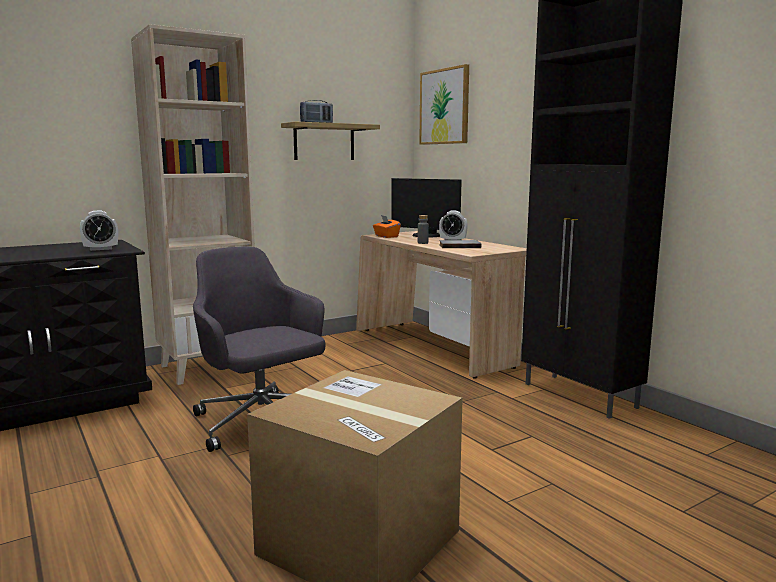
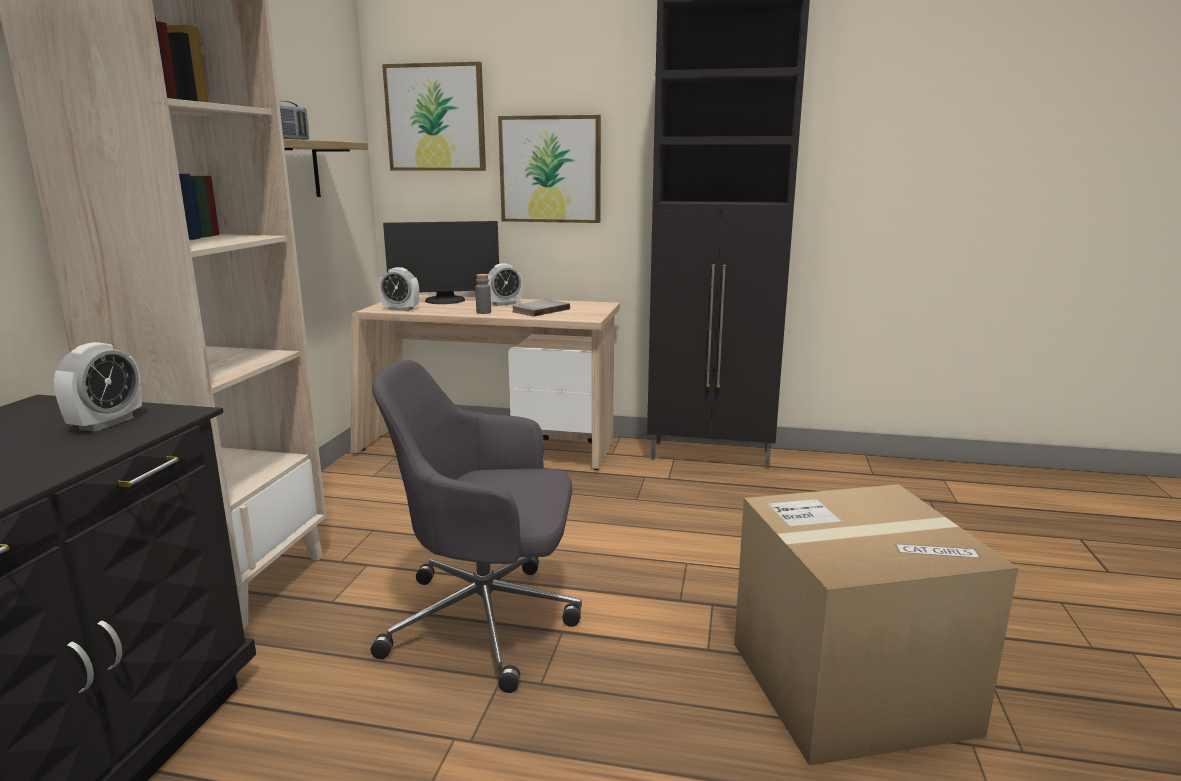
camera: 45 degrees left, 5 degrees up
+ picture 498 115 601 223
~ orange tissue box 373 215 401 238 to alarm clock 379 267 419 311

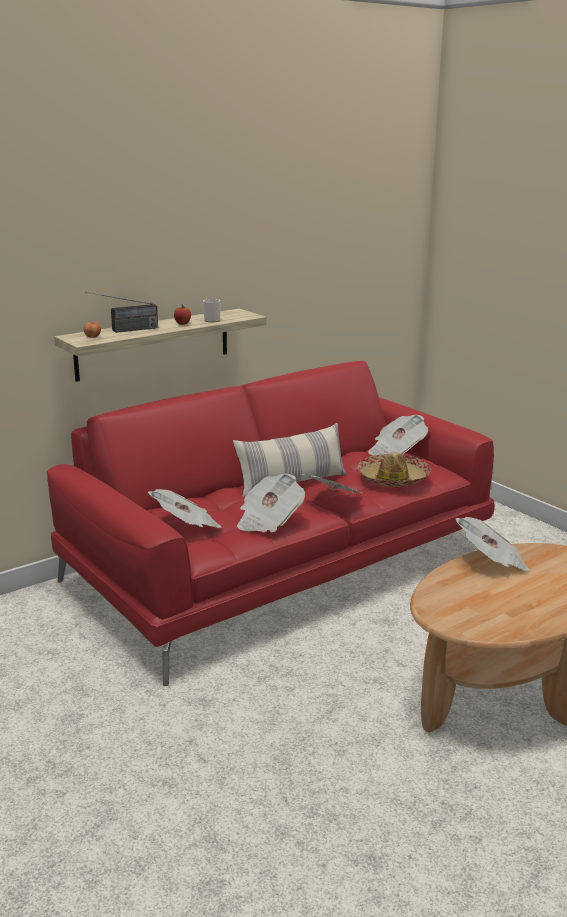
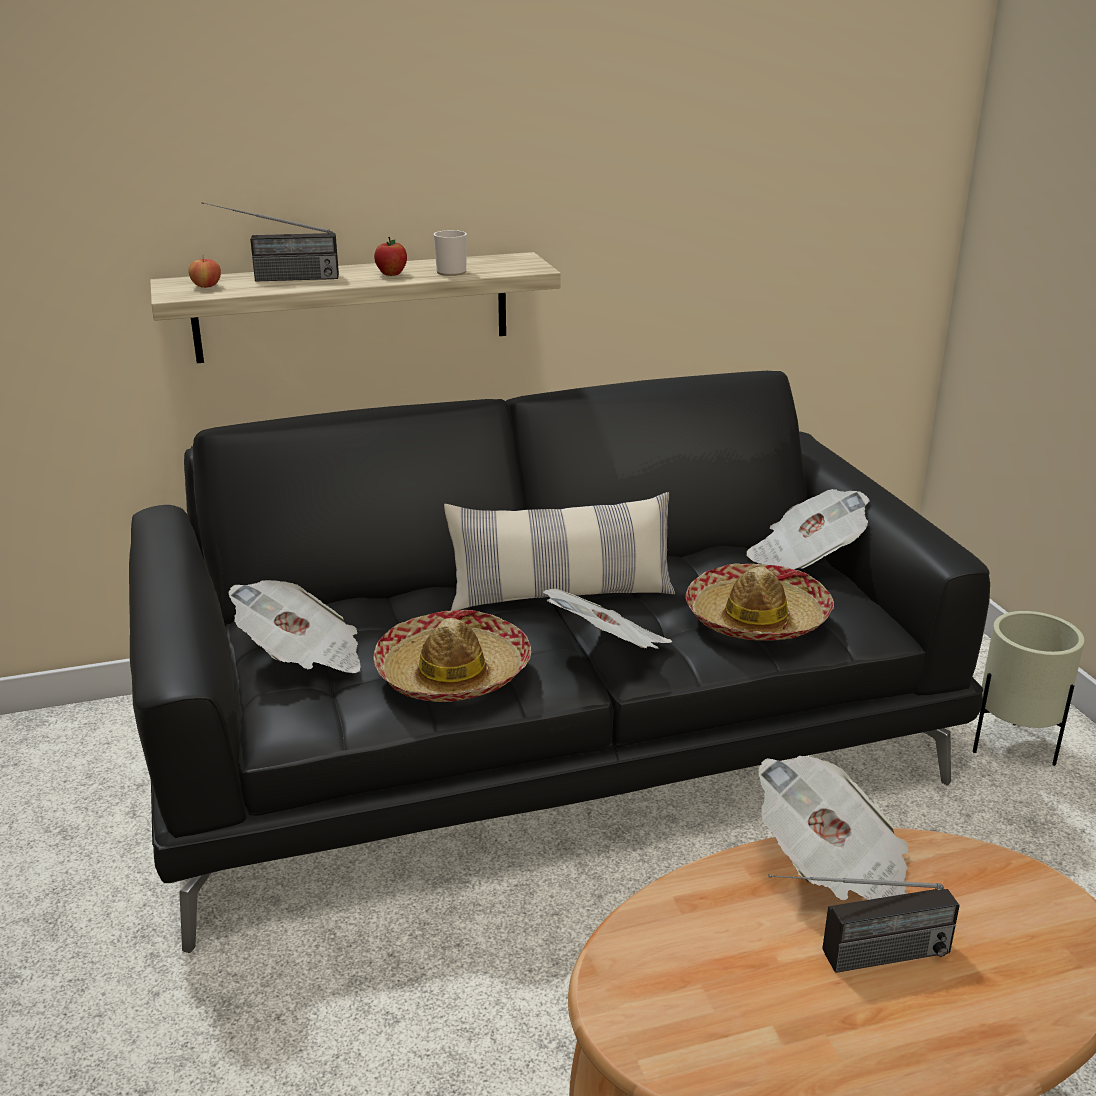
camera: 20 degrees right, 5 degrees up
+ radio 768 874 960 973
+ beige planter 973 611 1084 766
~ newspaper 237 473 305 532 to hat 374 610 531 702
~ red sofa 47 361 495 686 to black sofa 129 371 990 953

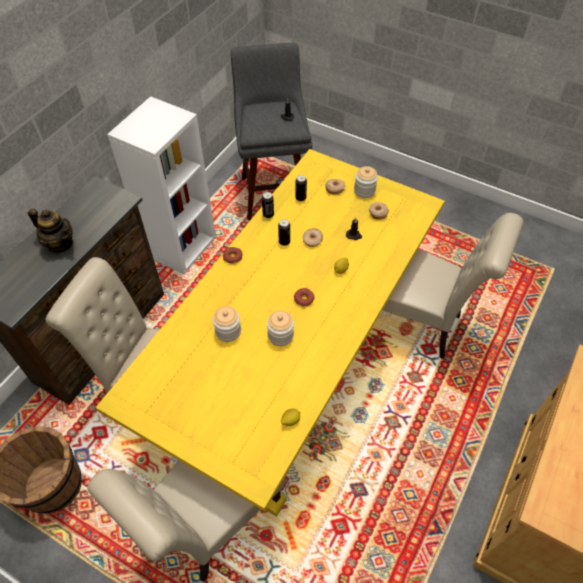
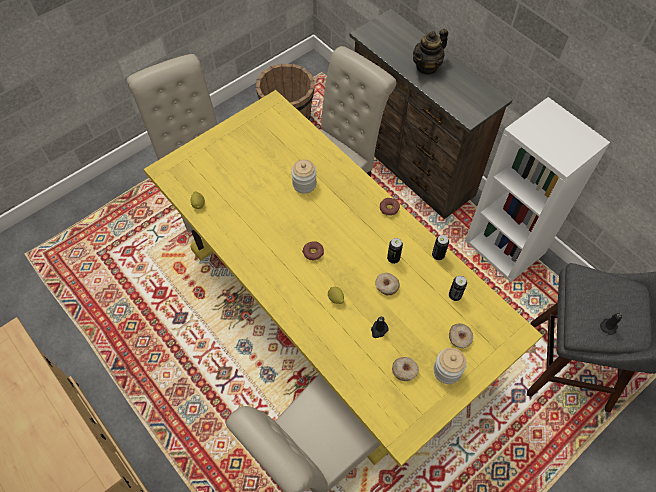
camera: 110 degrees right, 5 degrees up
- jar 267 310 294 346

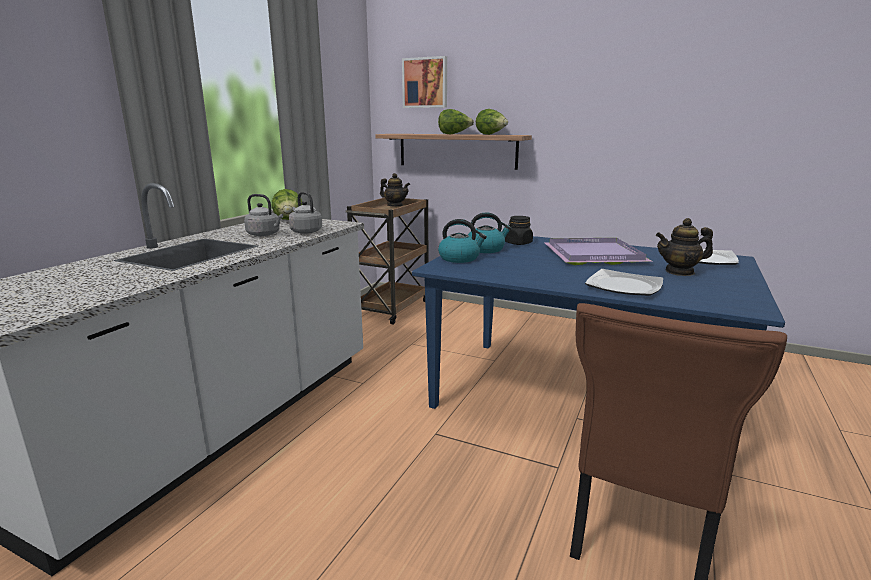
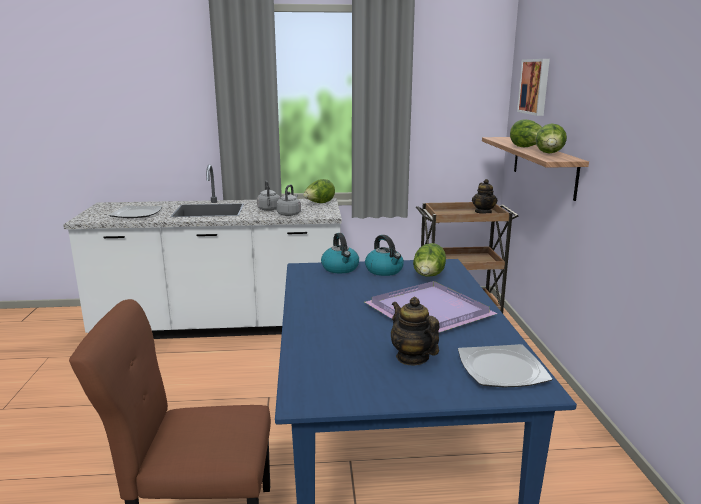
camera: 60 degrees right, 0 degrees up
~ plate 585 269 663 296 to 109 205 163 218
~ black jar 505 216 533 245 to lettuce 413 243 446 277

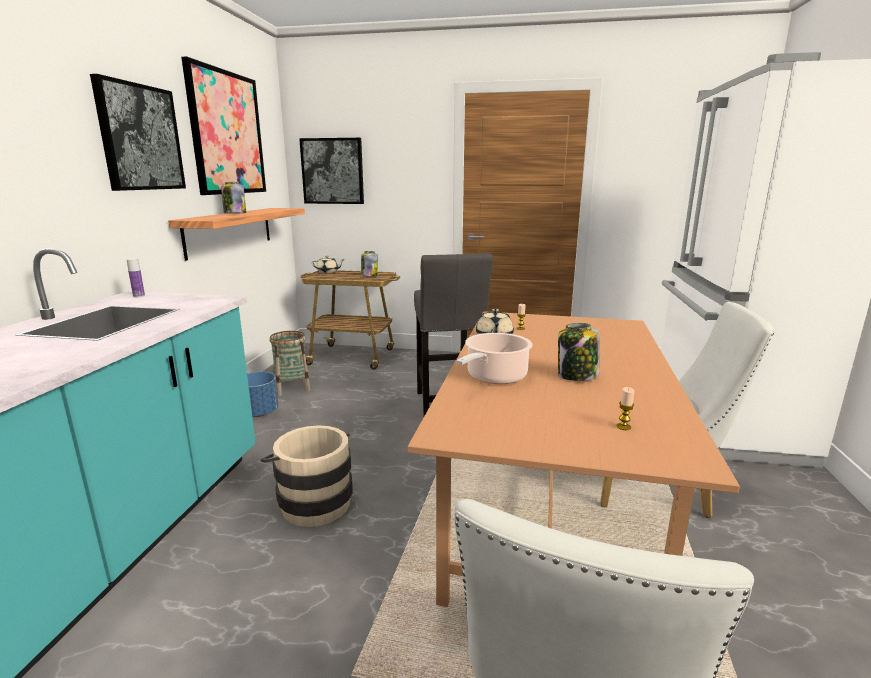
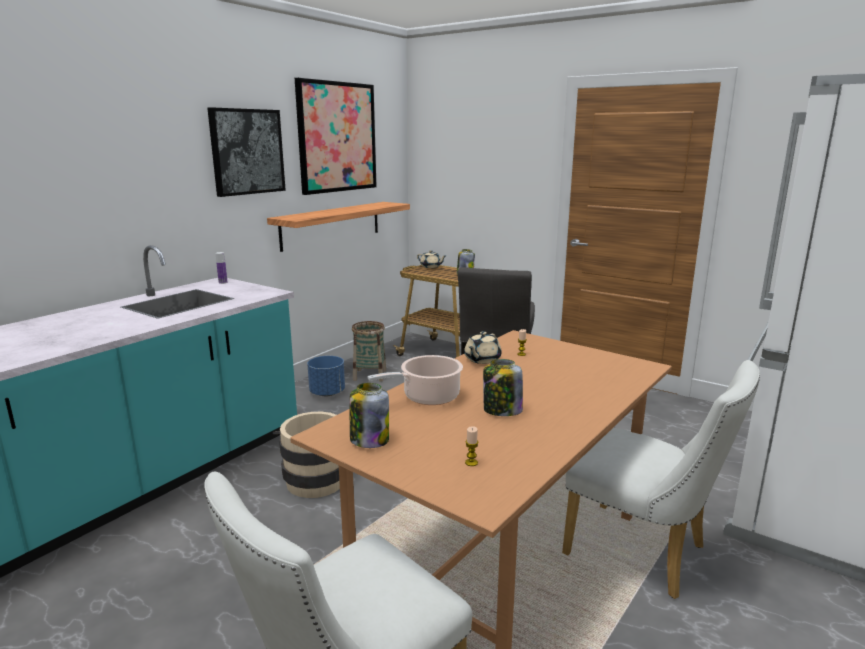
camera: 25 degrees right, 0 degrees up
- picture 299 138 364 204
~ jar 221 182 246 214 to 350 383 389 448

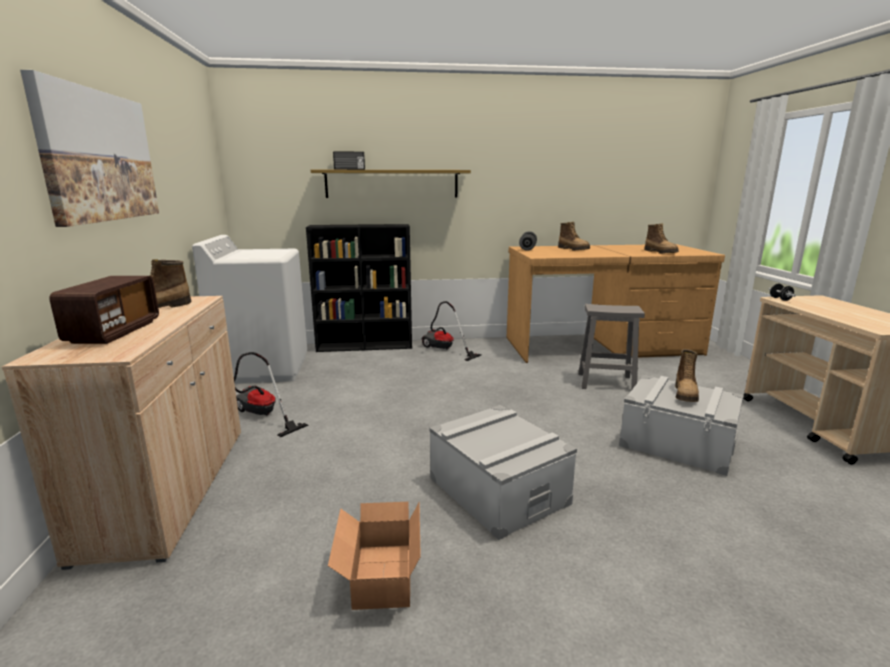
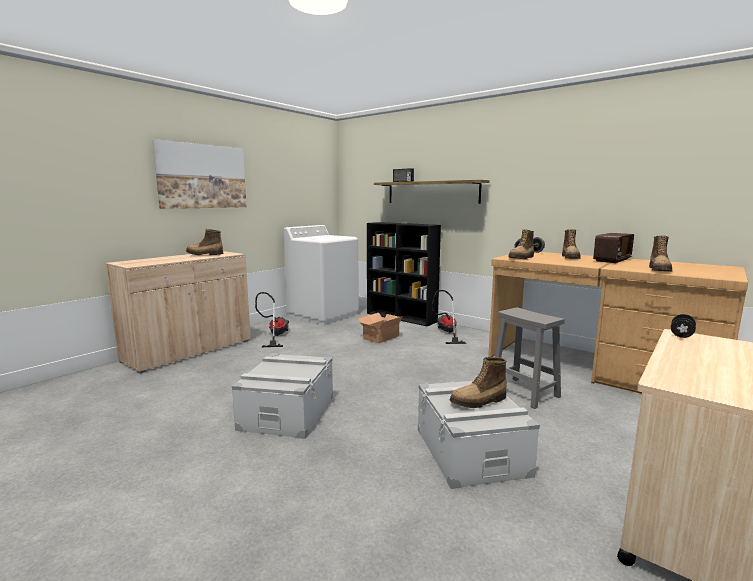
camera: 45 degrees right, 5 degrees down
+ boot 508 229 534 259
~ radio 49 276 159 344 to 593 233 634 263
~ cardboard box 328 502 421 610 to 358 313 402 343

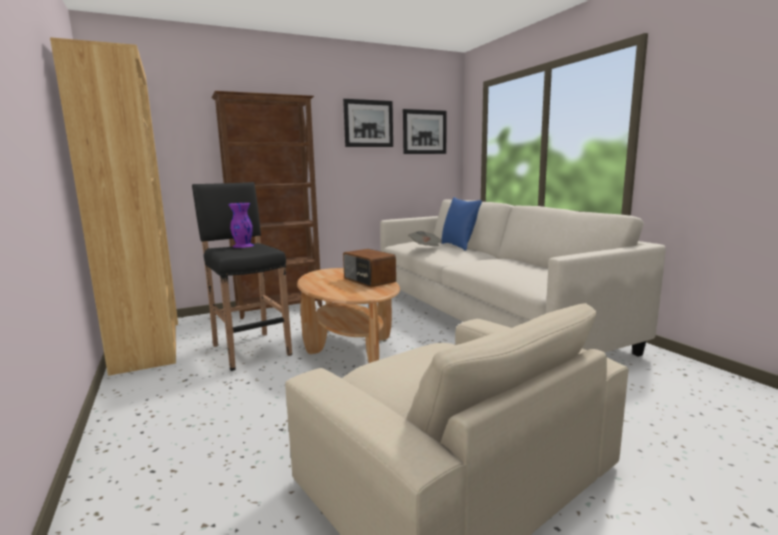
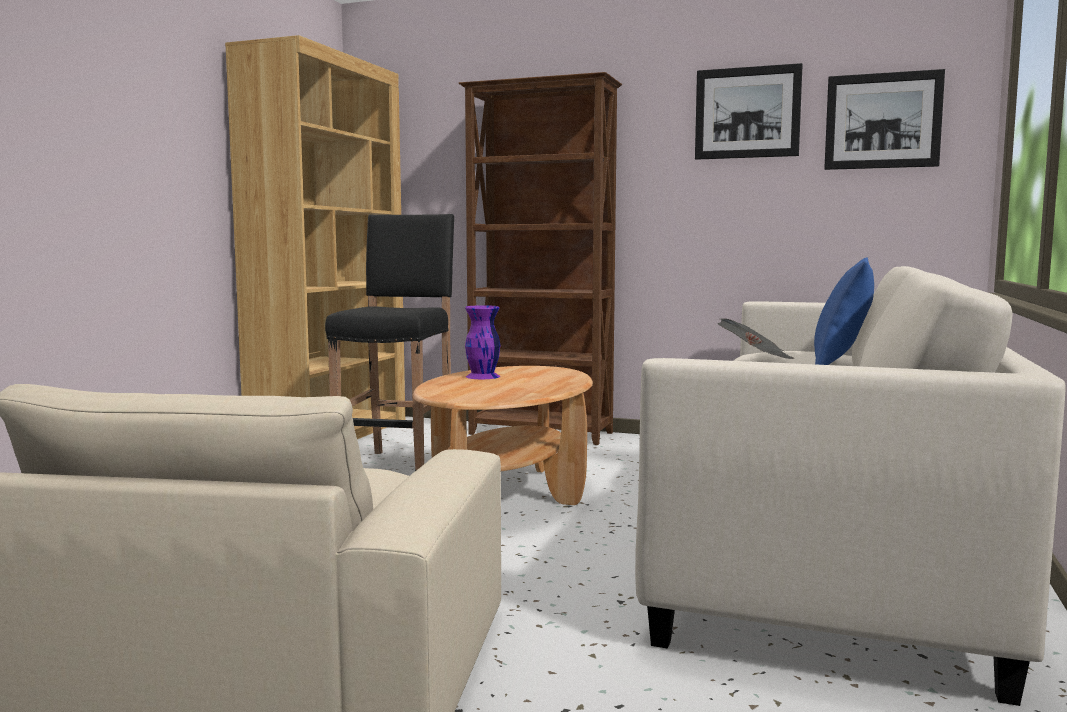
camera: 45 degrees right, 5 degrees down
- radio 343 249 396 287
~ purple vase 228 203 254 248 to 465 305 500 379

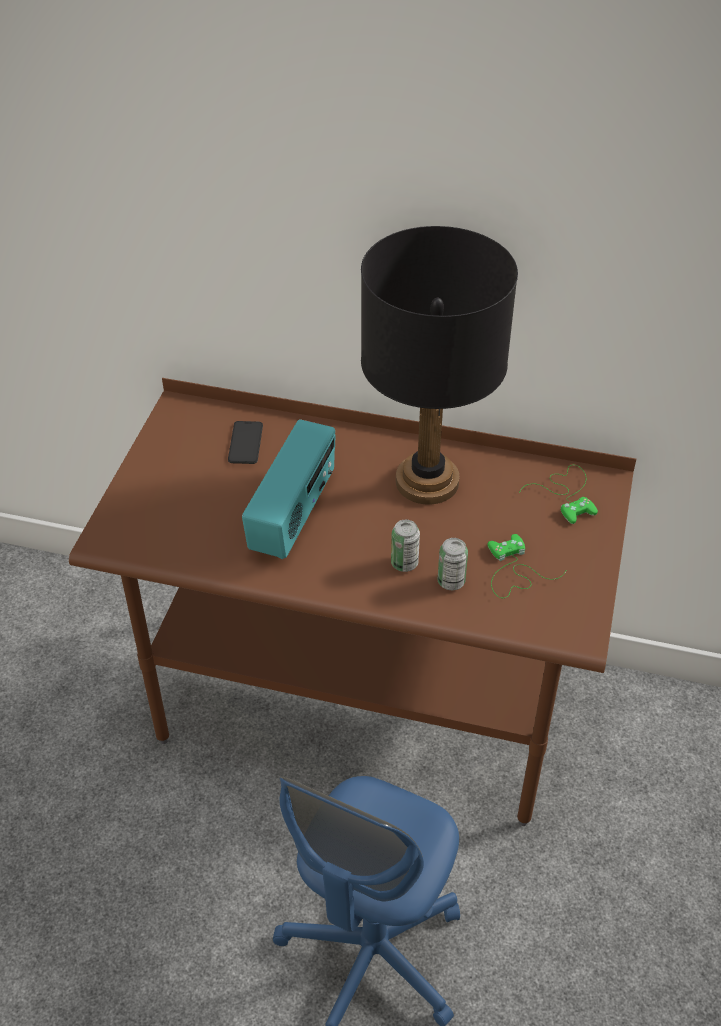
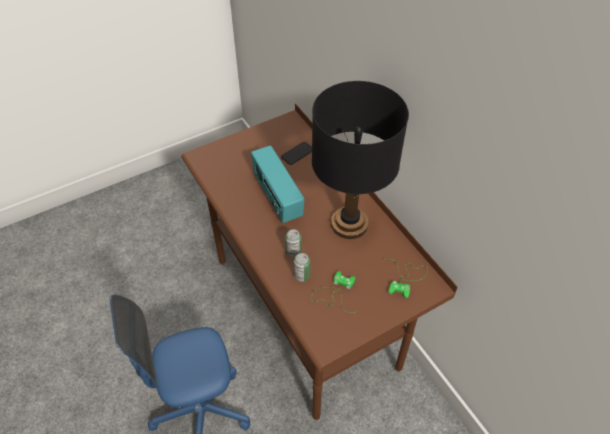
camera: 45 degrees right, 5 degrees up
~ radio 242 419 335 559 = 251 146 305 223 90 degrees clockwise

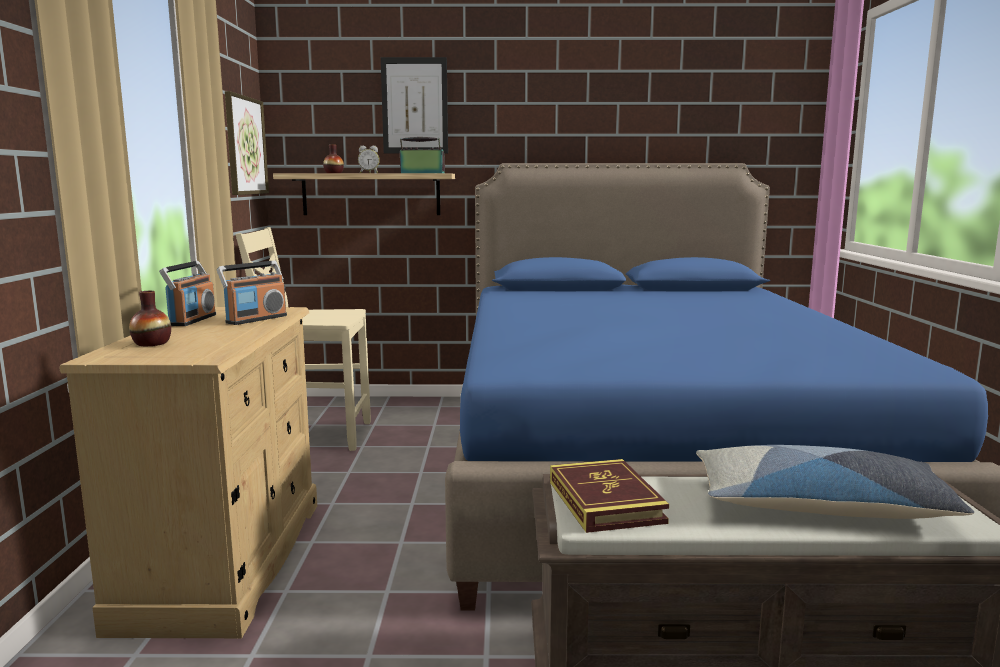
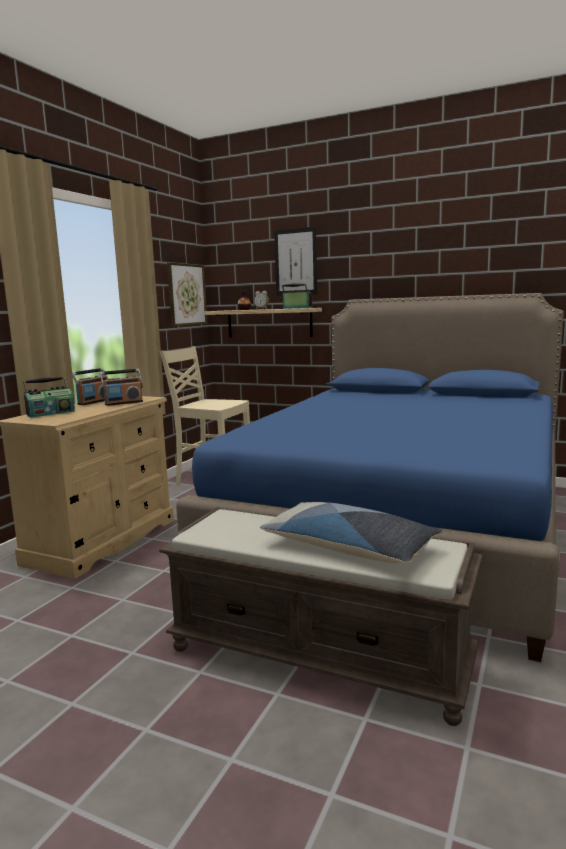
camera: 25 degrees right, 0 degrees up
- book 550 459 669 533
~ vase 129 291 171 346 to radio 23 377 75 418

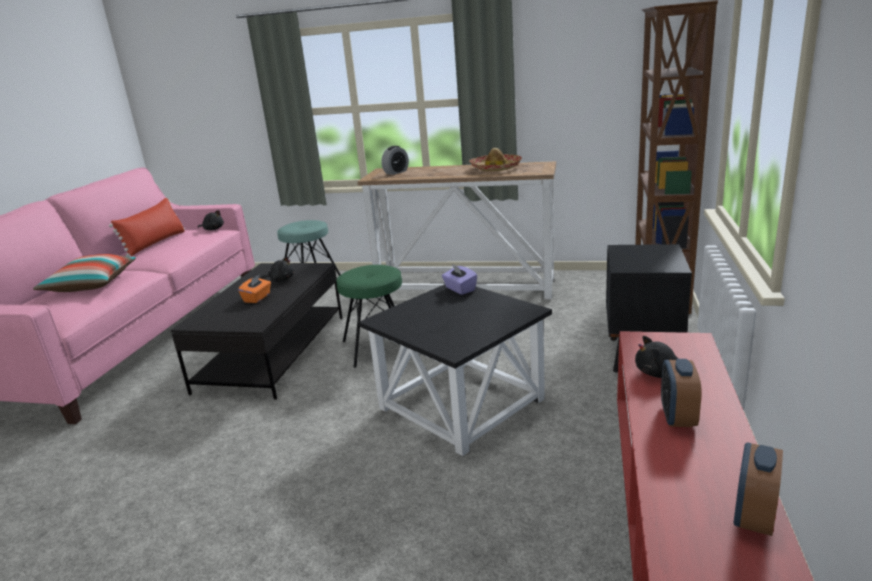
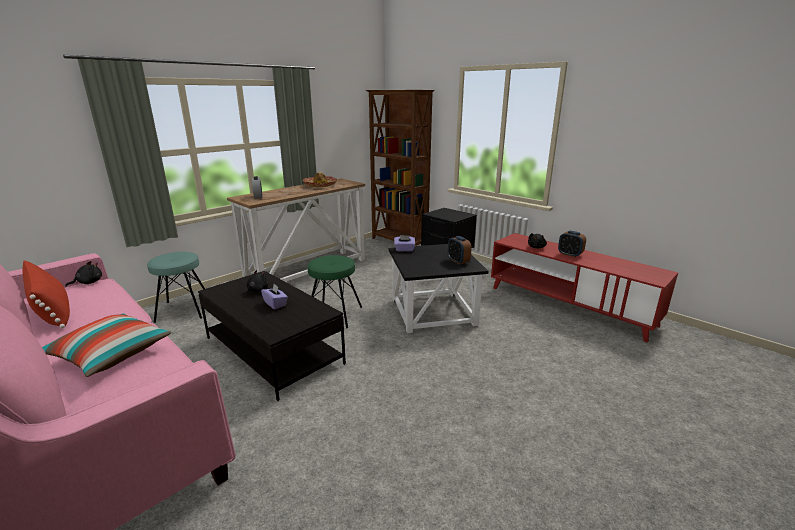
camera: 60 degrees left, 0 degrees up
~ alarm clock 734 442 783 536 to 448 236 471 264
~ orange tissue box 238 274 271 303 to purple tissue box 261 284 288 309

